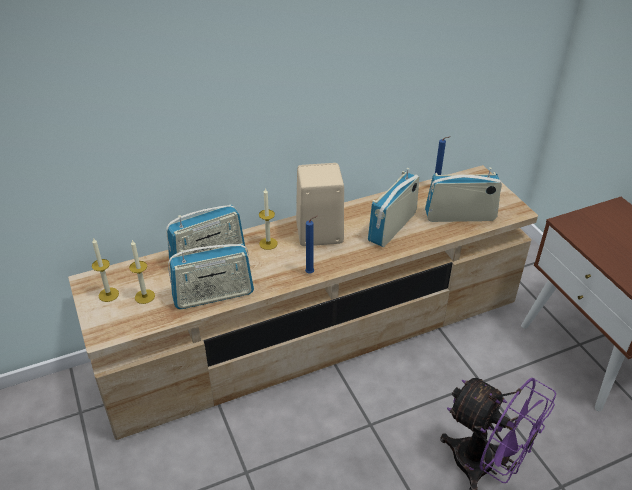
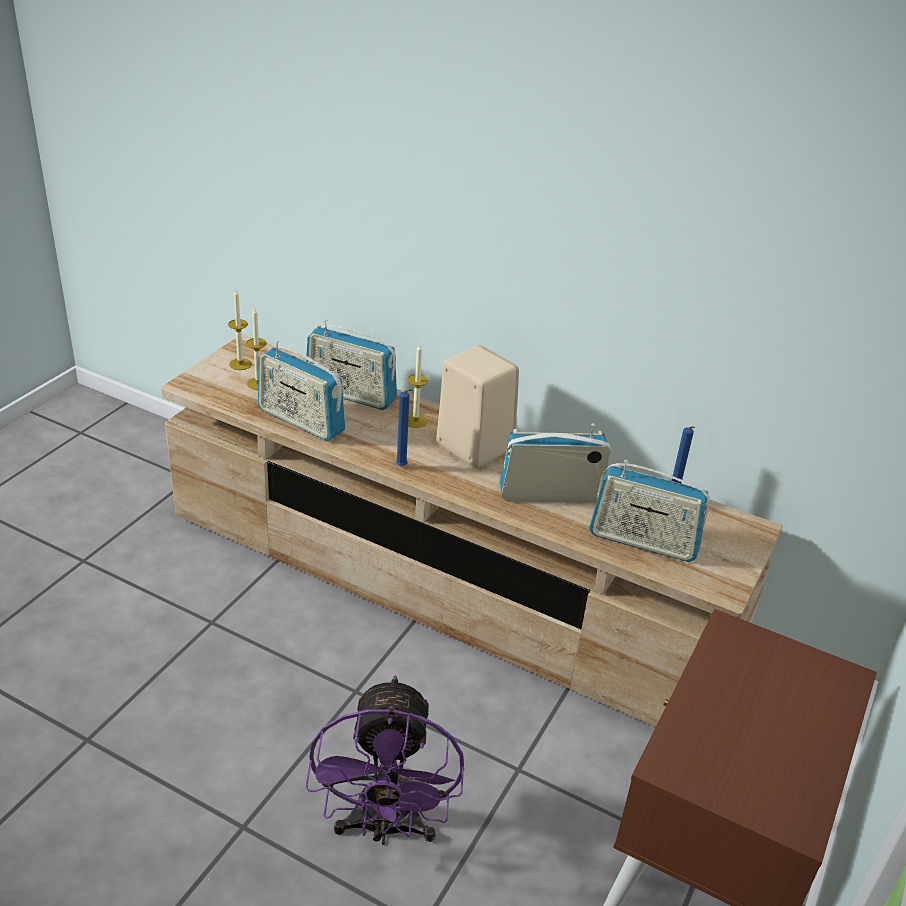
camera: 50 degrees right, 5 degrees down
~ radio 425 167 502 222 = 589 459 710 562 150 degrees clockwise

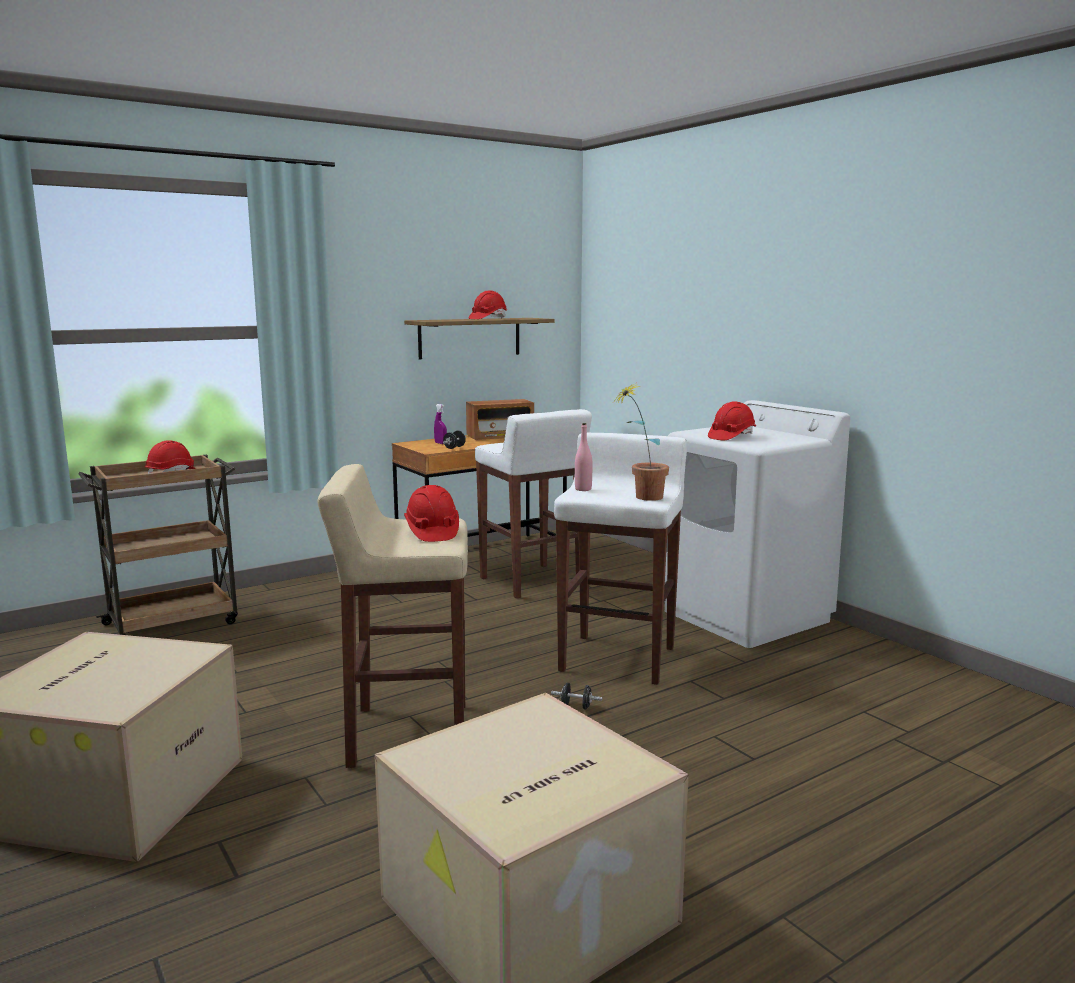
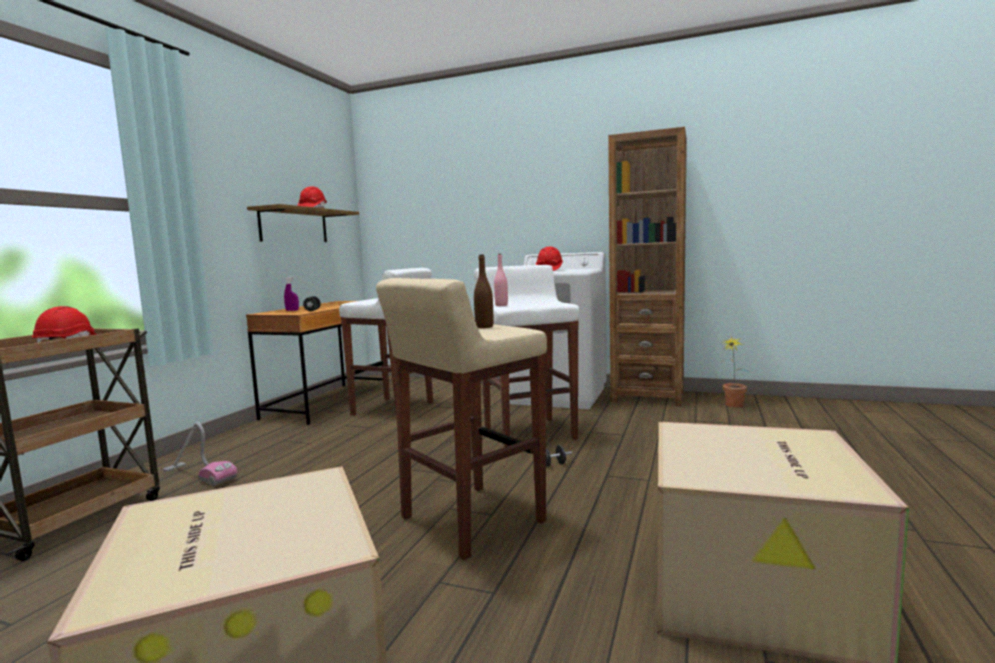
camera: 35 degrees left, 5 degrees down
- radio 466 399 534 440
+ vacuum cleaner 162 422 238 487
+ brown bookcase 608 127 687 406
~ potted plant 615 384 669 501 to 721 336 750 407
~ red hard hat 404 485 459 542 to brown bottle 474 255 493 328

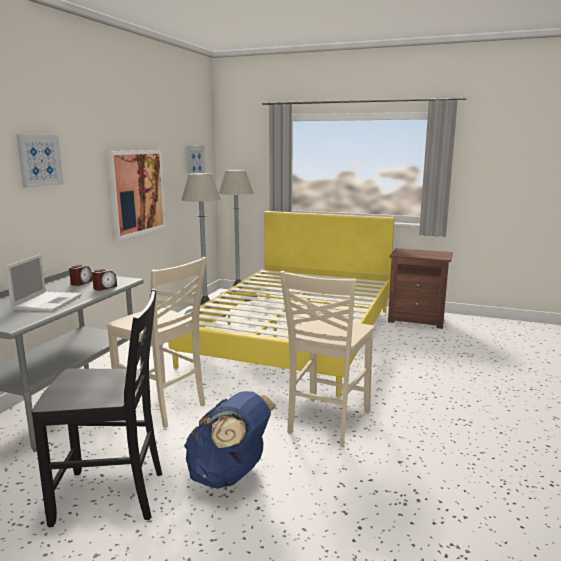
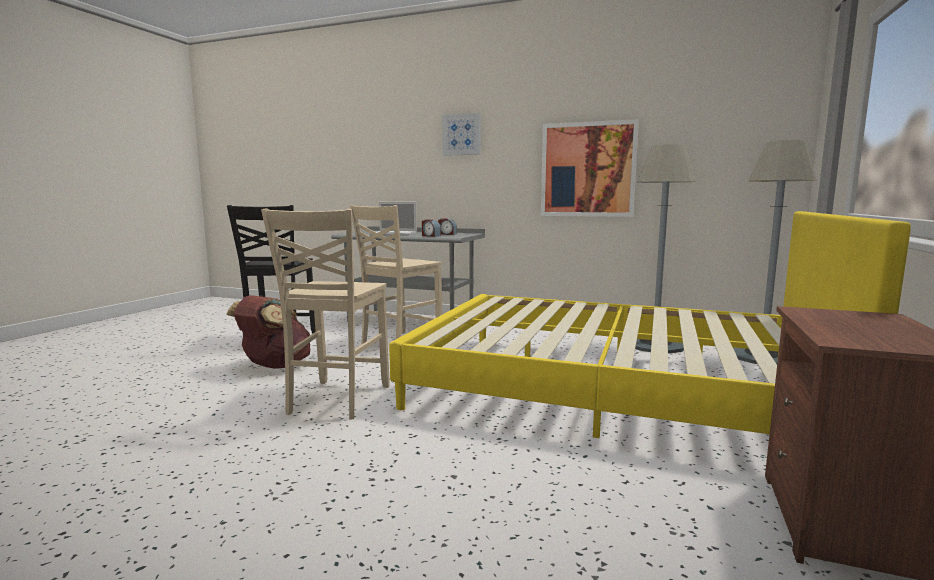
camera: 90 degrees right, 5 degrees down
- picture 186 146 205 175
~ blue backpack 184 391 276 488 to brown backpack 227 295 310 369
~ beige chair 280 271 374 447 = 261 208 390 419 105 degrees counterclockwise

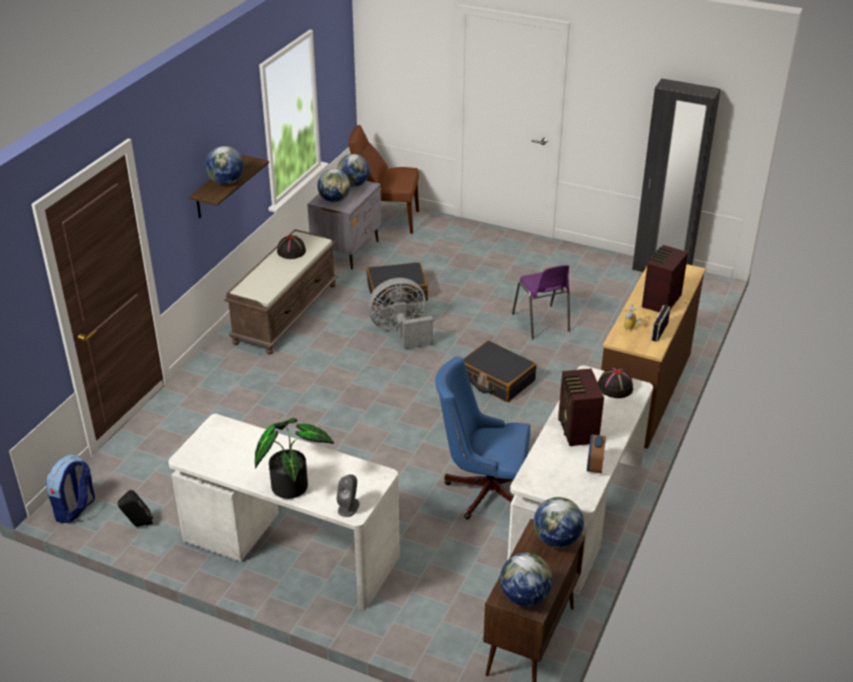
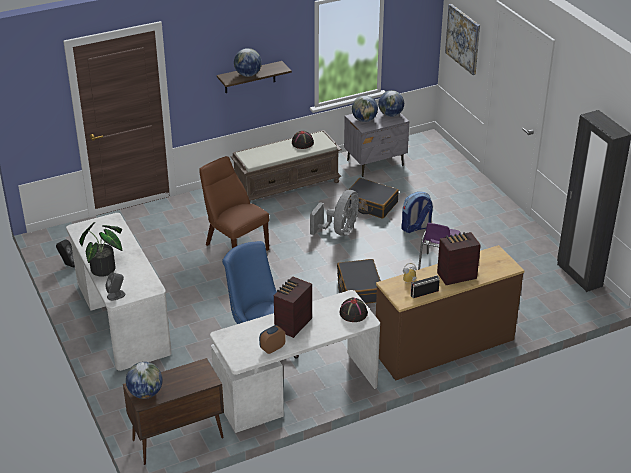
camera: 40 degrees right, 0 degrees up
- globe 534 497 584 548
+ picture 445 4 480 75
~ backpack 46 455 95 523 to 401 192 433 233
~ brown chair 349 125 419 234 to 199 156 269 251
~ grey fan 368 278 433 349 = 310 190 359 236 90 degrees clockwise

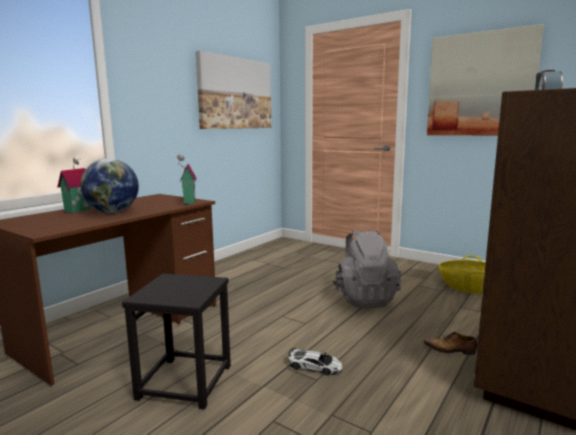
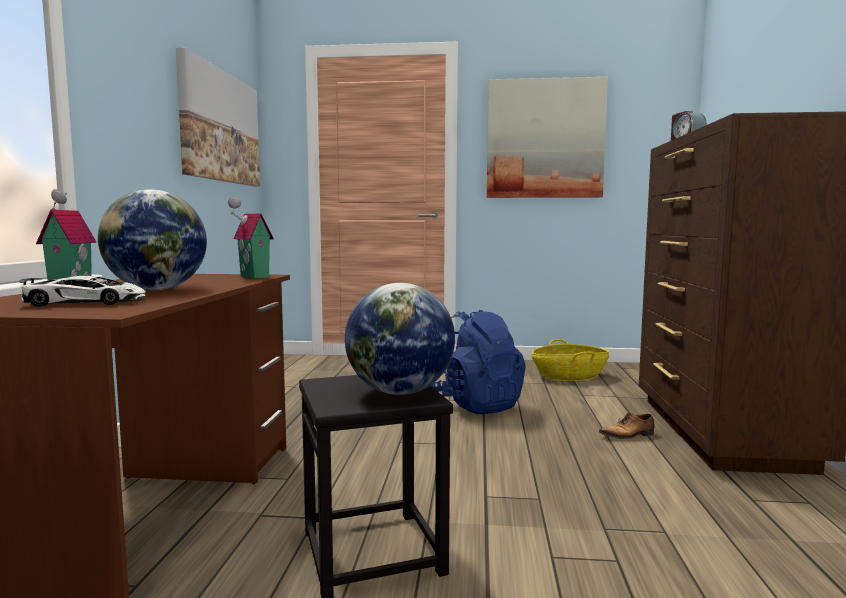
camera: 30 degrees left, 5 degrees down
+ globe 345 283 455 395
~ toy car 288 348 342 375 to 19 276 146 307
~ grey backpack 333 229 401 308 to blue backpack 430 310 526 414

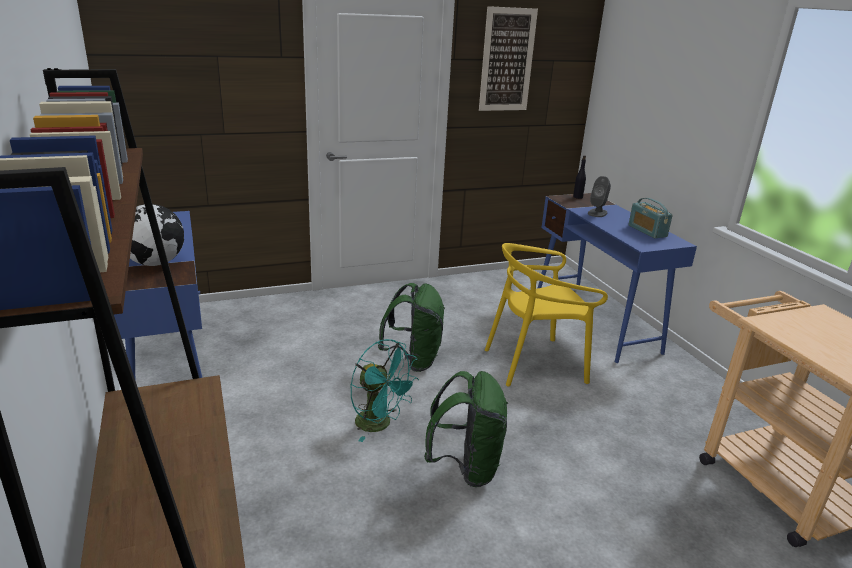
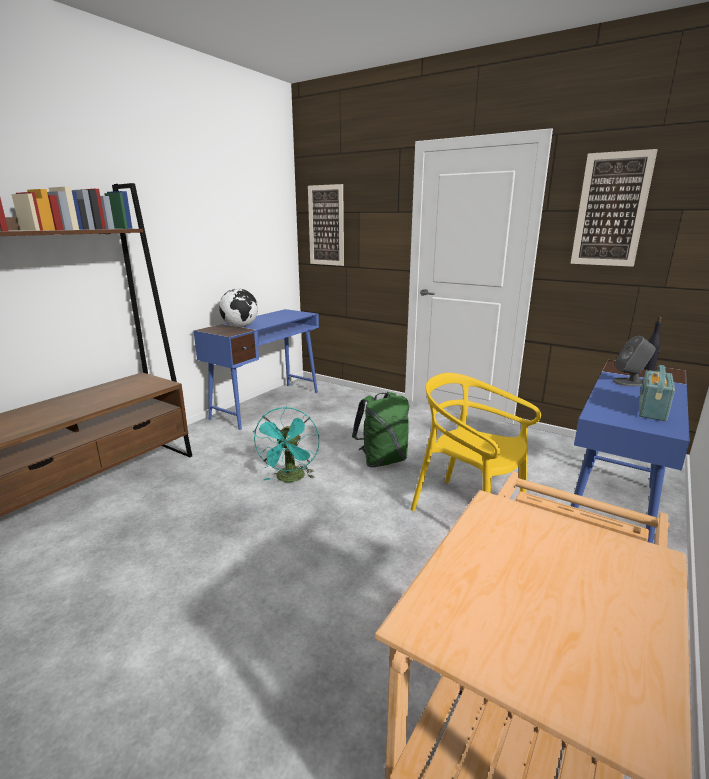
camera: 55 degrees right, 5 degrees down
- green backpack 424 371 508 487
+ picture 308 184 344 266

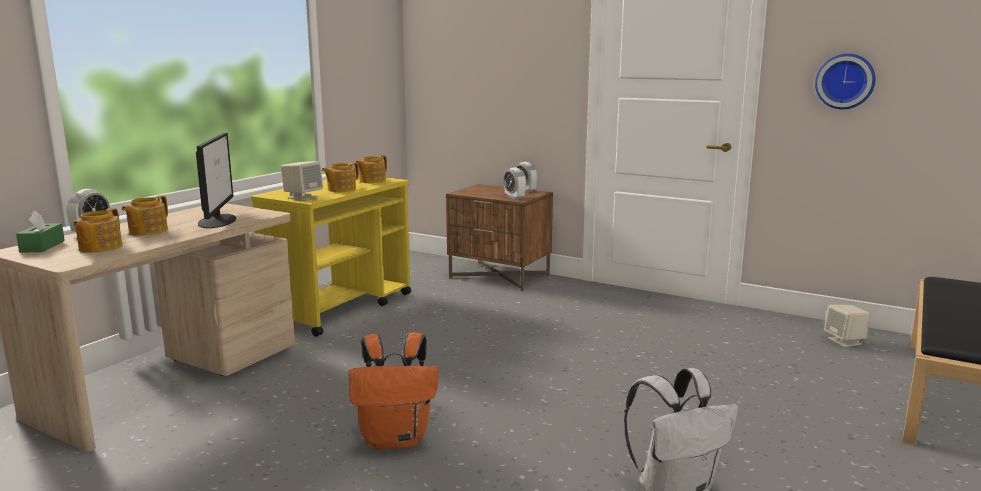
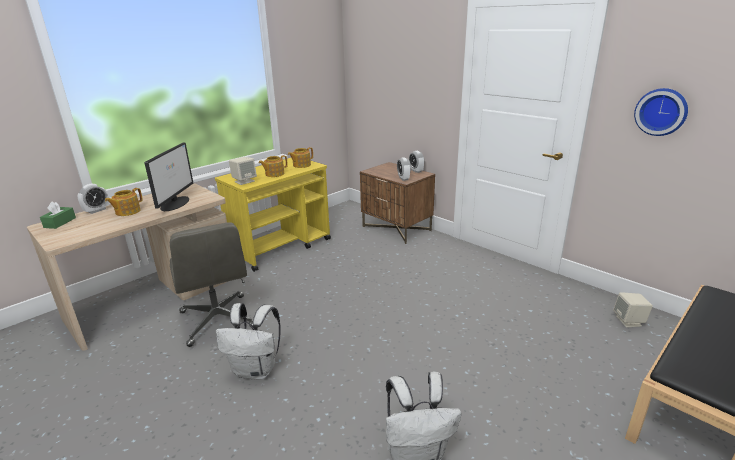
camera: 15 degrees right, 10 degrees up
- teapot 73 208 122 253
+ grey office chair 170 222 253 347
~ orange backpack 349 332 439 450 to white backpack 216 303 281 380

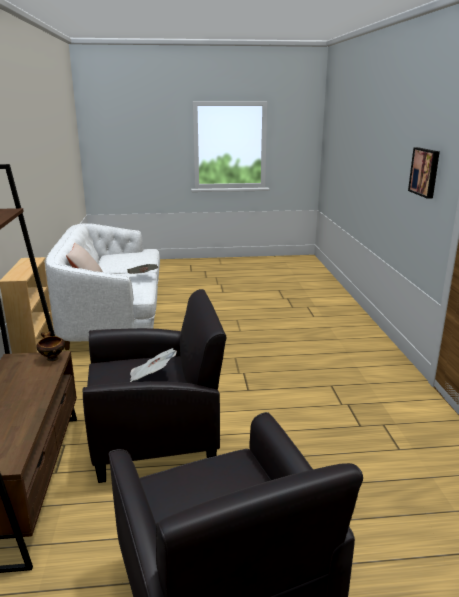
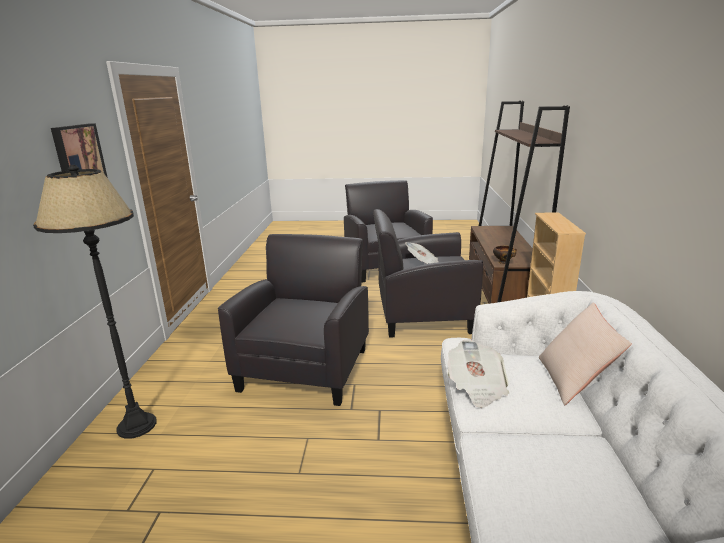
camera: 170 degrees left, 0 degrees up
+ black floor lamp 33 165 156 439
+ black armchair 218 234 369 406

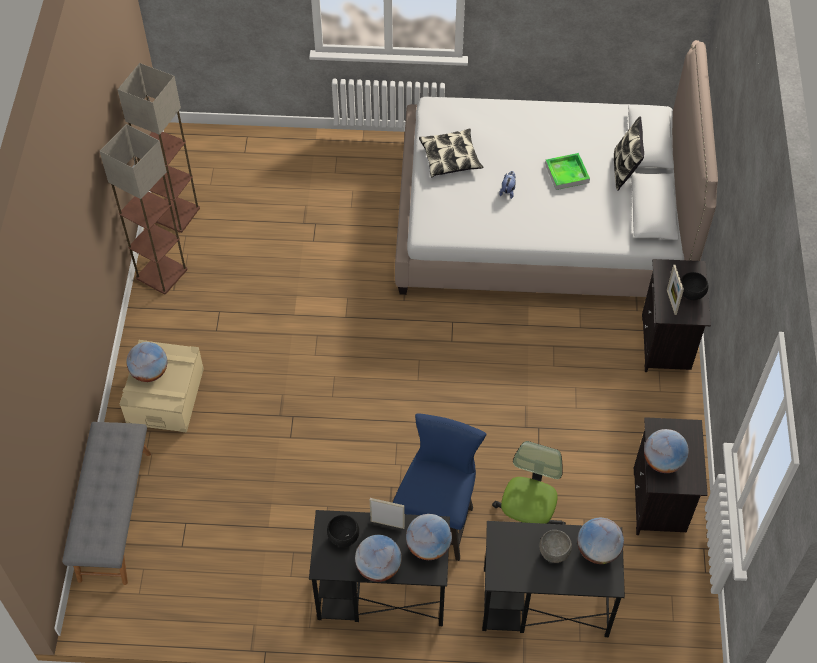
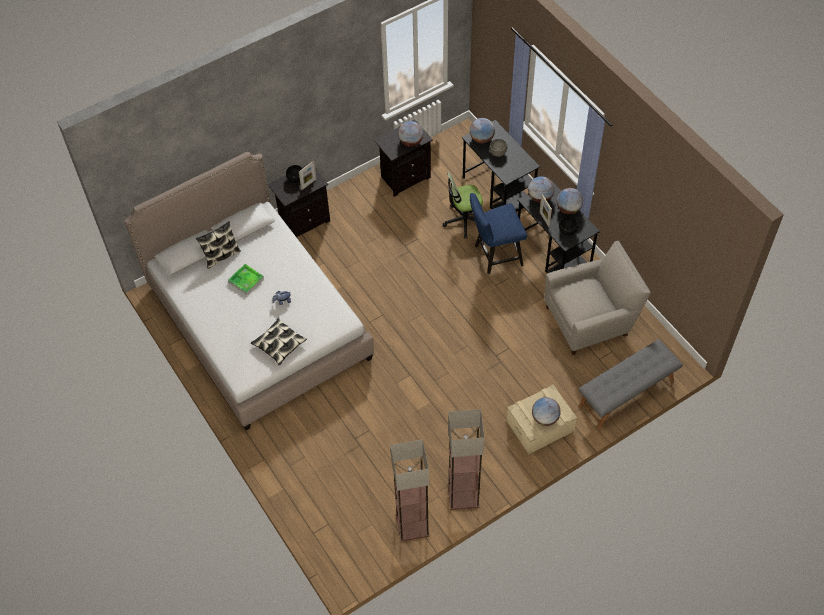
camera: 125 degrees left, 0 degrees up
+ beige armchair 545 241 651 355

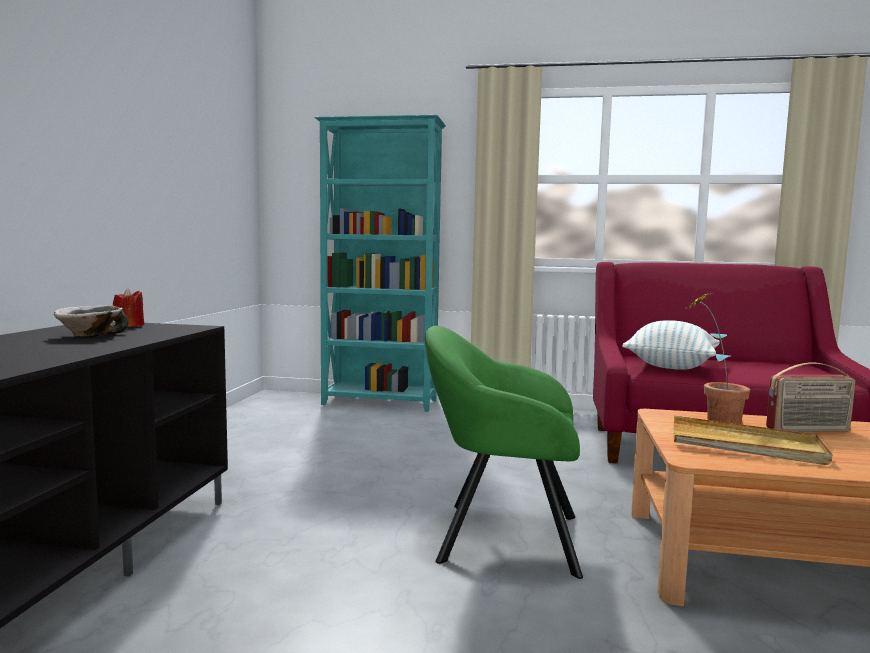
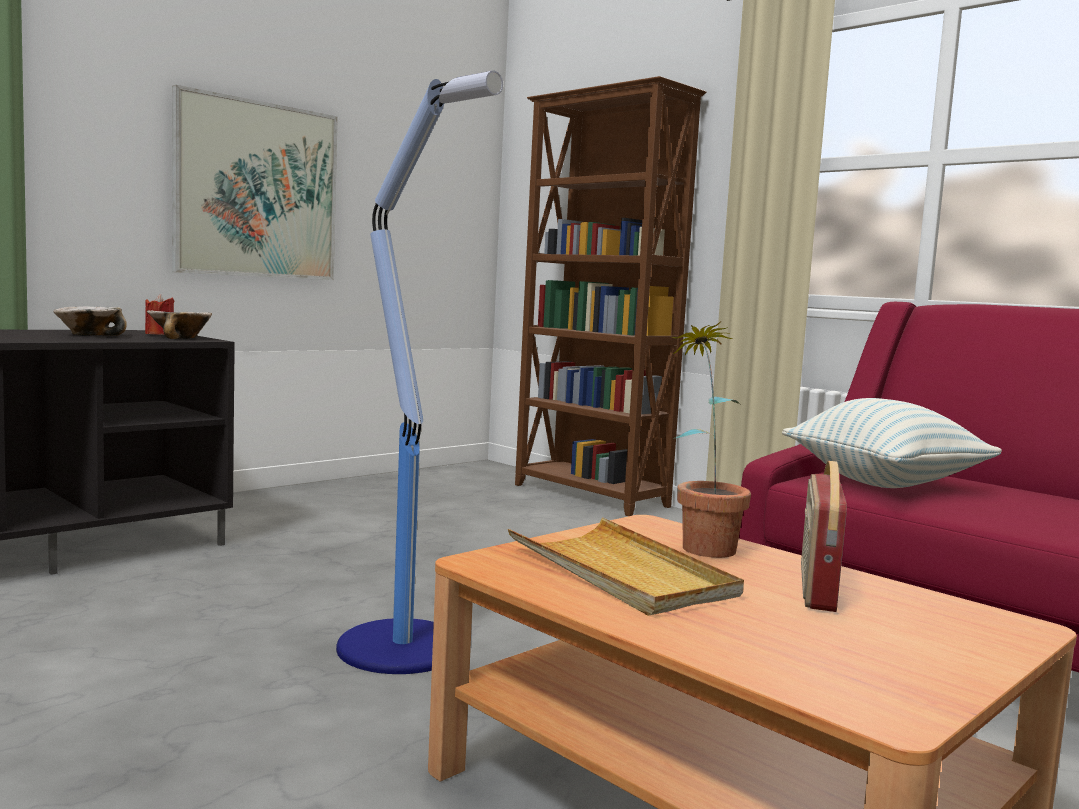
camera: 35 degrees right, 0 degrees up
+ bowl 147 310 212 339
+ picture 172 85 338 280
~ green armchair 425 326 583 579 to floor lamp 336 71 503 674
~ turquoise bookcase 314 115 446 412 to brown bookcase 515 76 706 516
~ radio 766 362 855 432 = 801 461 847 612 75 degrees clockwise

